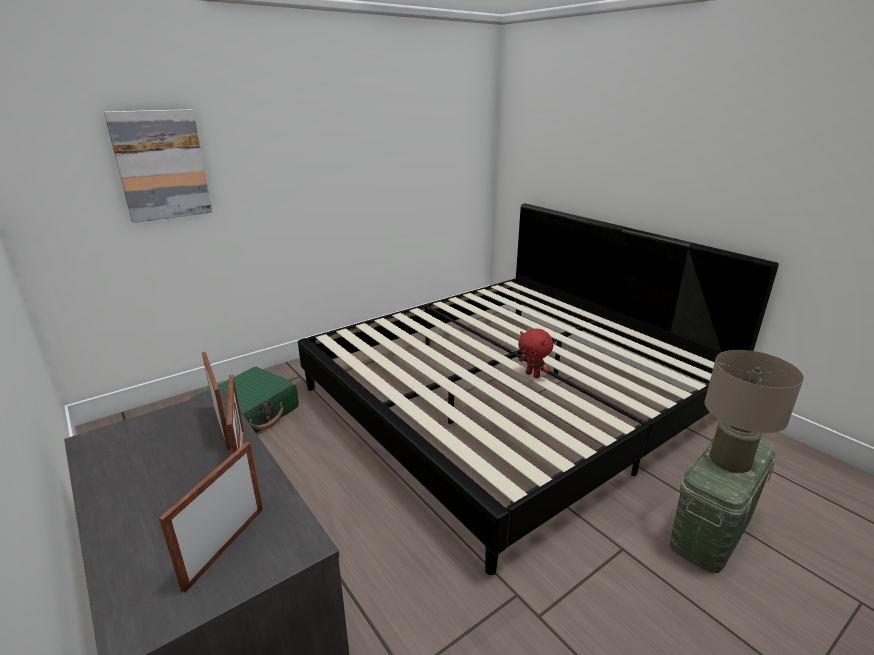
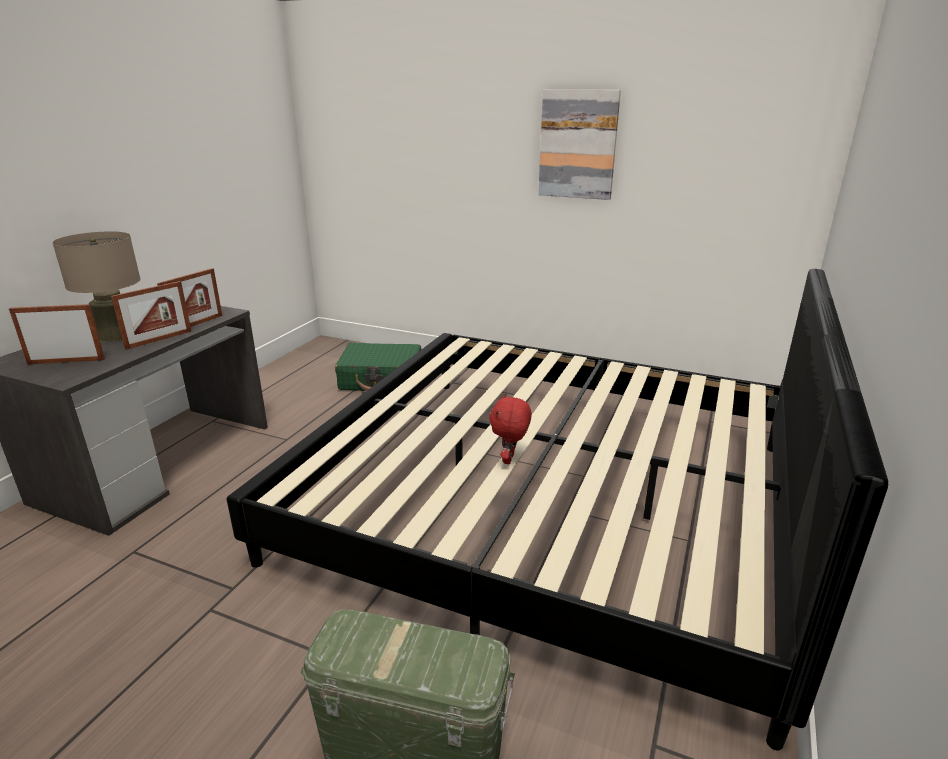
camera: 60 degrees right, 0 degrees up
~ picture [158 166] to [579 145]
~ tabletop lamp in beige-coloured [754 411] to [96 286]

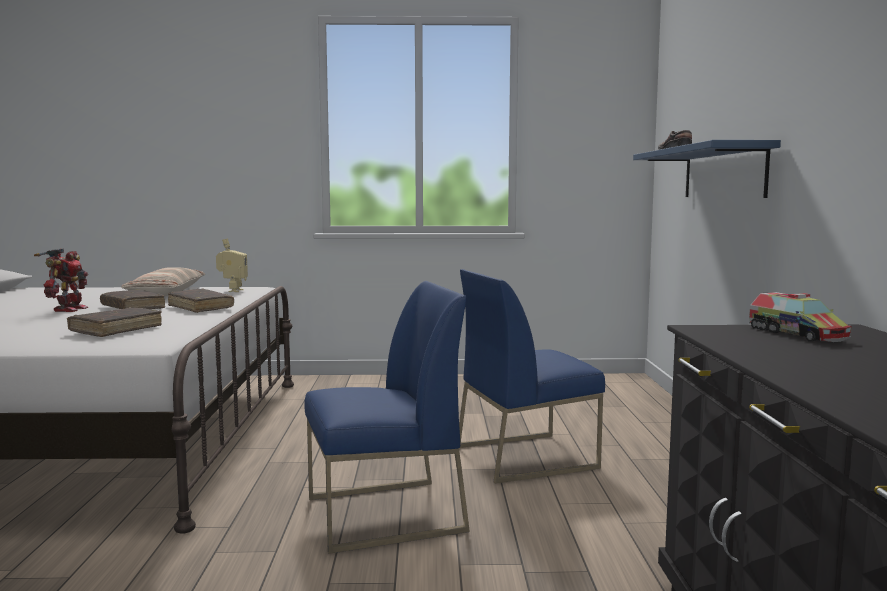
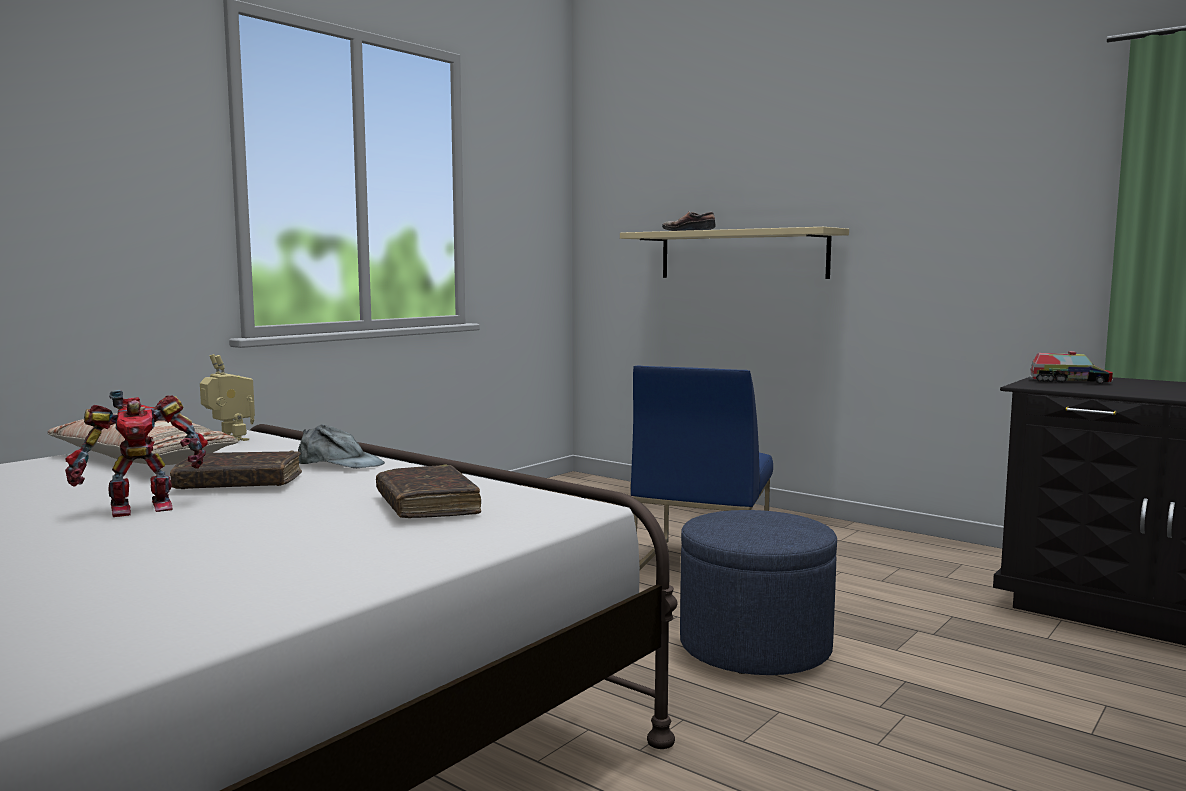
camera: 50 degrees left, 0 degrees up
~ volume in brown-coloured [201 300] to baseball cap in greyish [341 446]
~ chair in bluish [387 417] to ottoman in bluish [758 592]
~ shelf in bluish [707 169] to shelf in beige-coloured [734 253]
~ model robot [61 280] = [136 453] 105 degrees clockwise

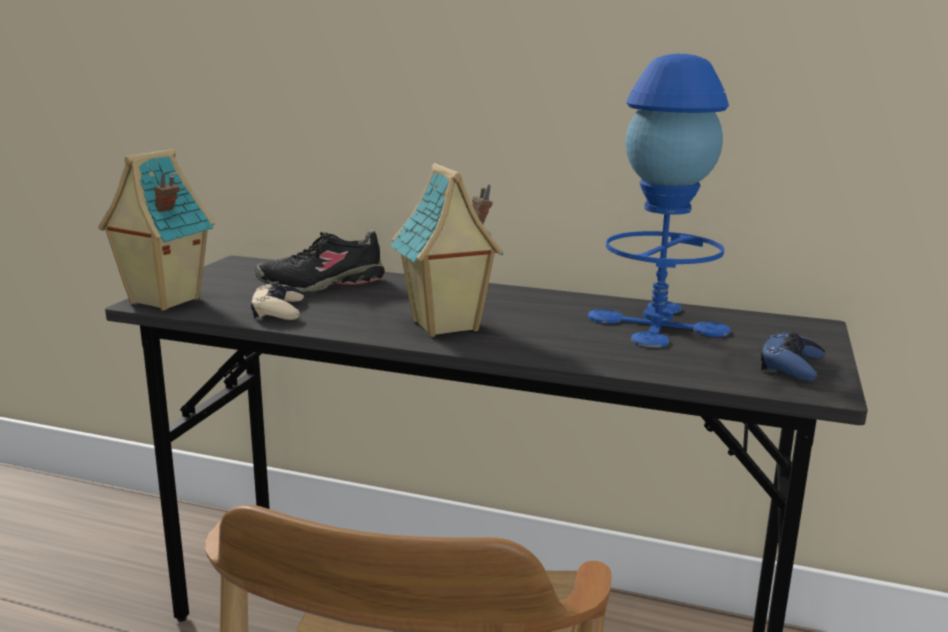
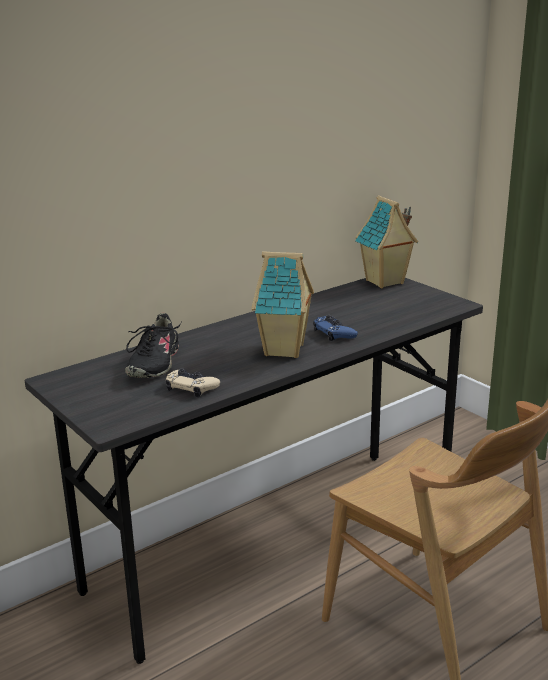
camera: 55 degrees left, 5 degrees up
- tabletop lamp in bluish [659 201]
~ toy house [156 230] to [386 241]
~ joypad in bluish [792 357] to [335 328]

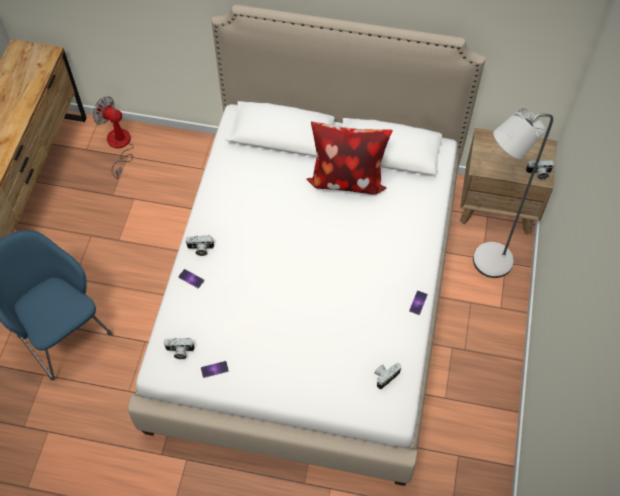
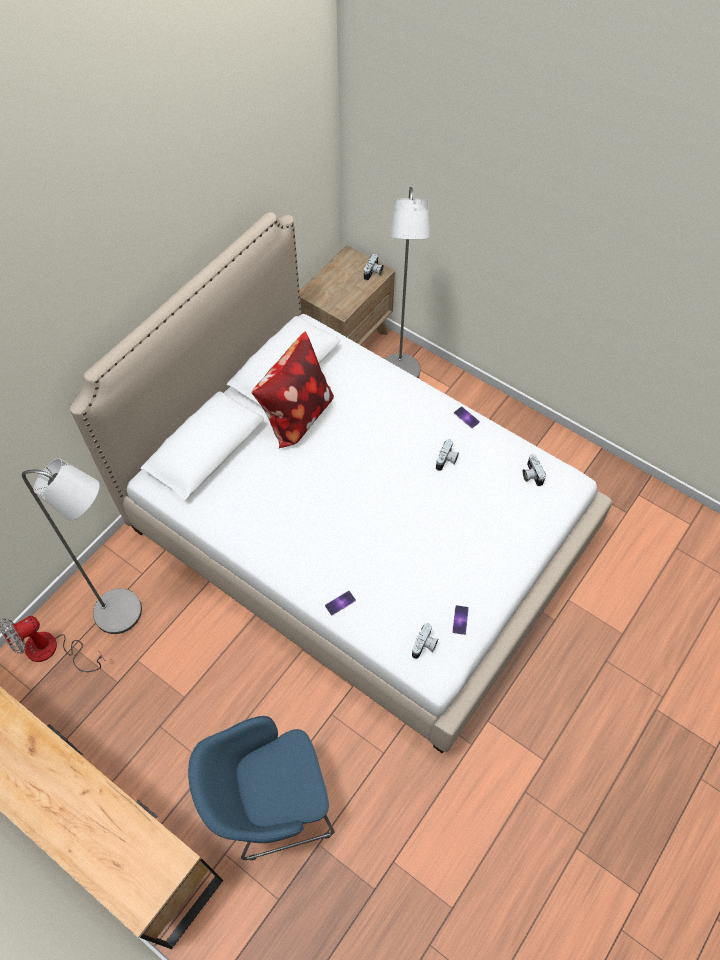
camera: 65 degrees left, 0 degrees up
+ floor lamp in greyish [82 546]
~ still camera [200 245] to [447 455]

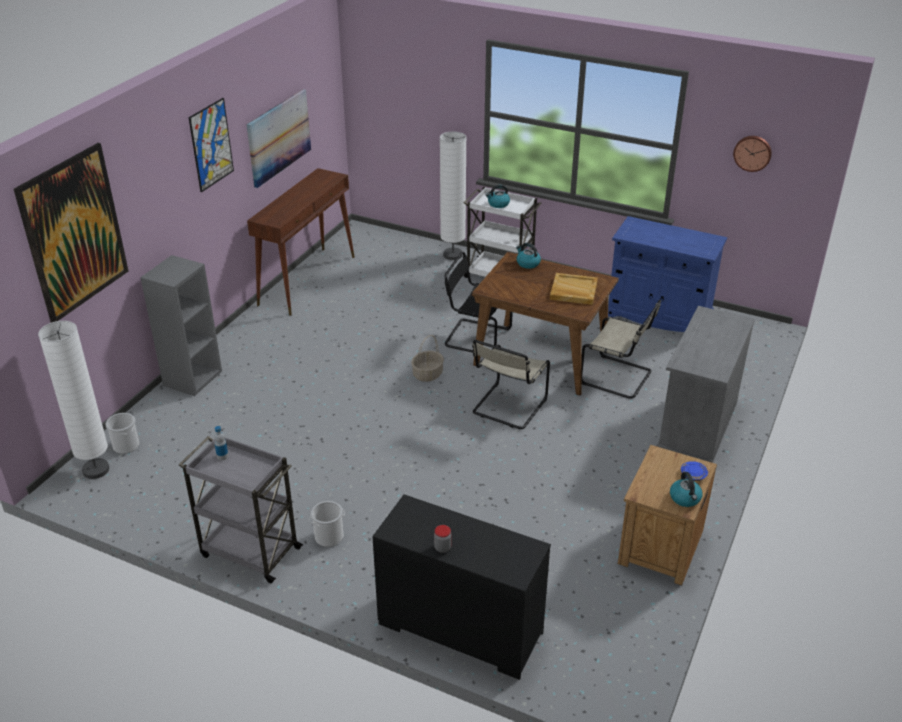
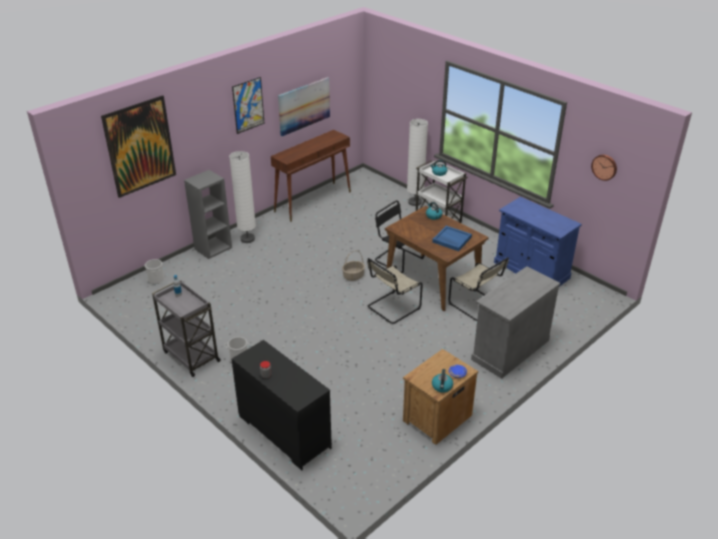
camera: 20 degrees right, 0 degrees up
~ floor lamp in white [73 400] to [242 197]
~ tray in beige-coloured [574 289] to tray in bluish [452 238]

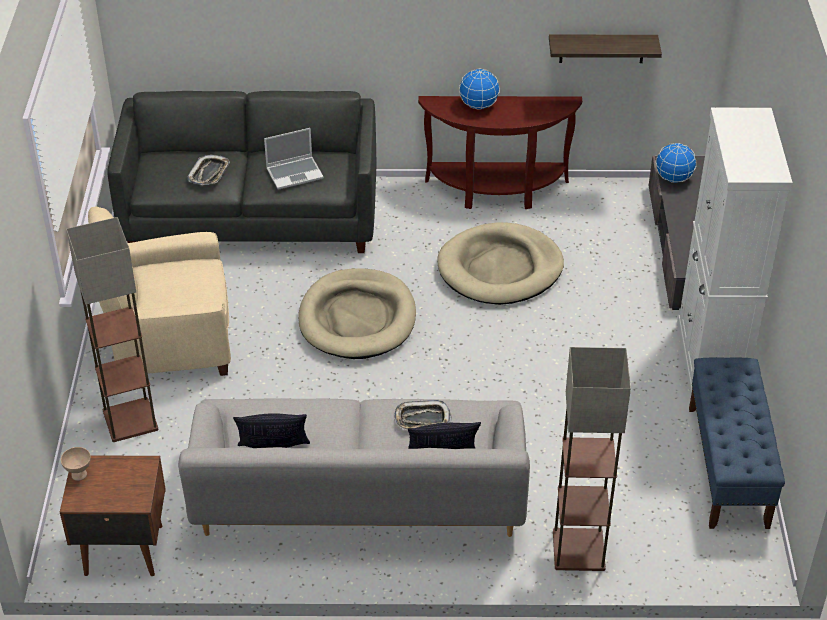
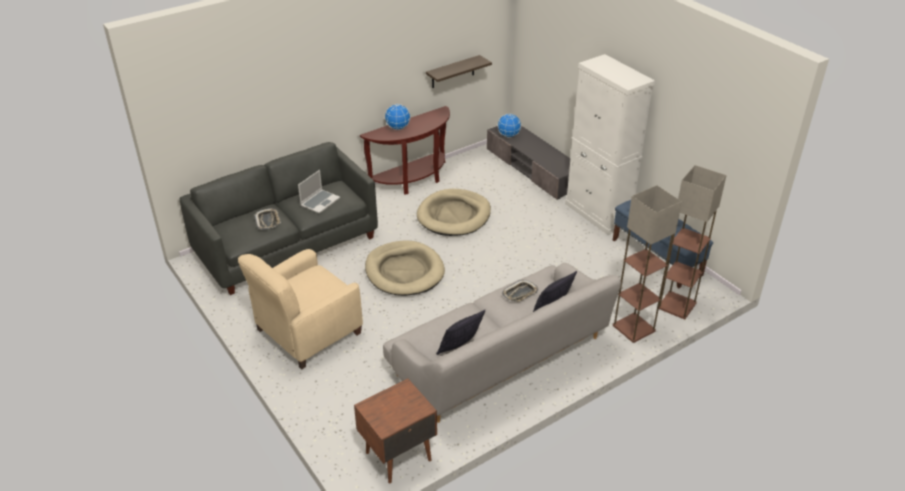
camera: 35 degrees left, 5 degrees down
- bowl in beige-coloured [76 464]
~ floor lamp [112 329] to [693 242]

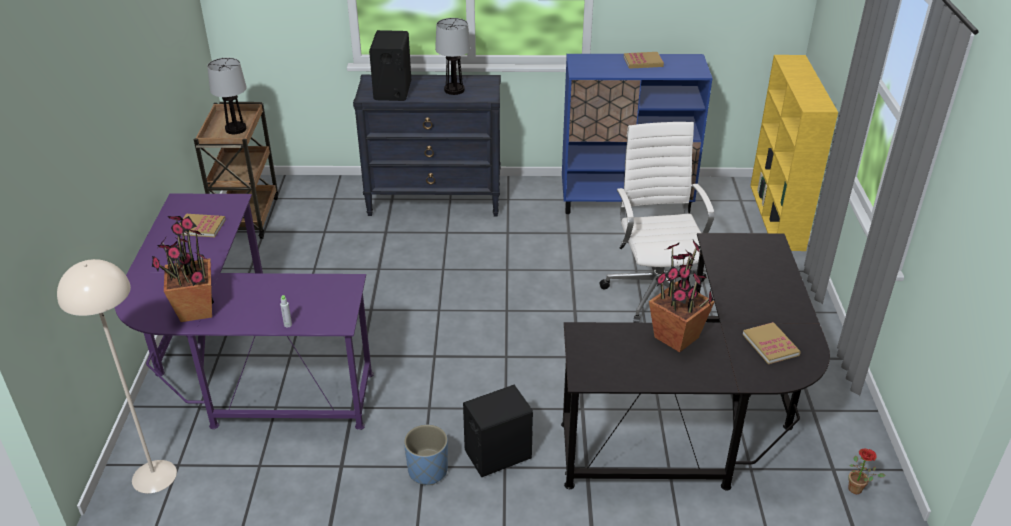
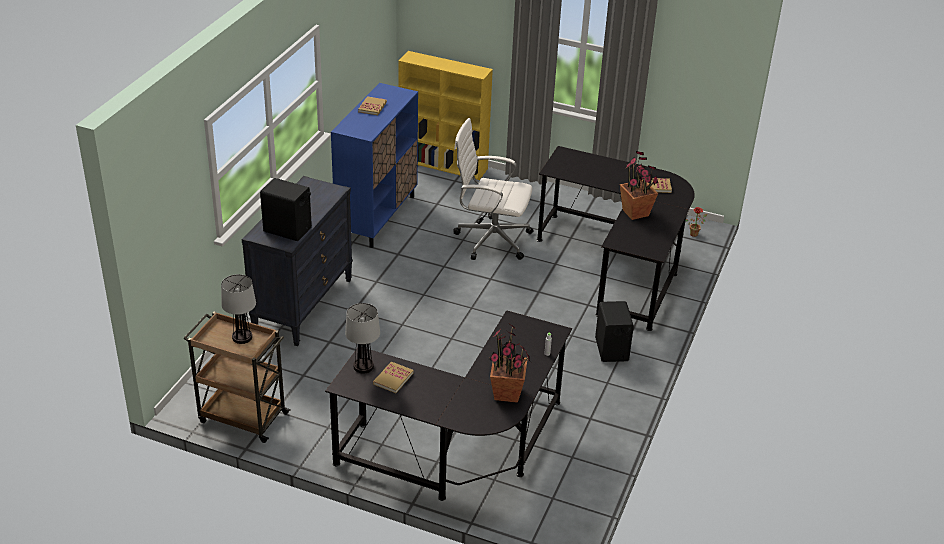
camera: 70 degrees left, 0 degrees up
- floor lamp in beige-coloured [117 376]
- plant pot in bluish [426 454]
~ tabletop lamp [453 56] to [362 338]
~ desk in purple [244 312] to desk in black [448 405]

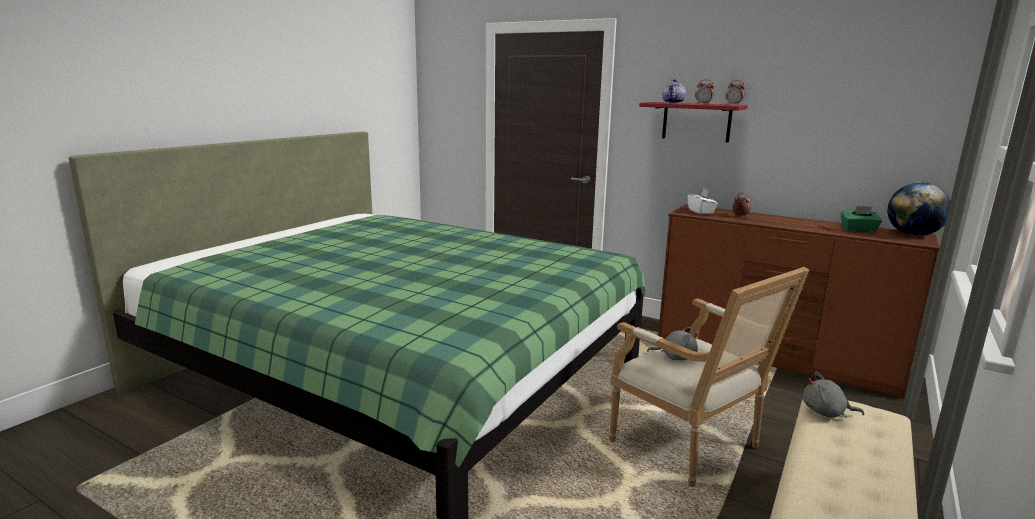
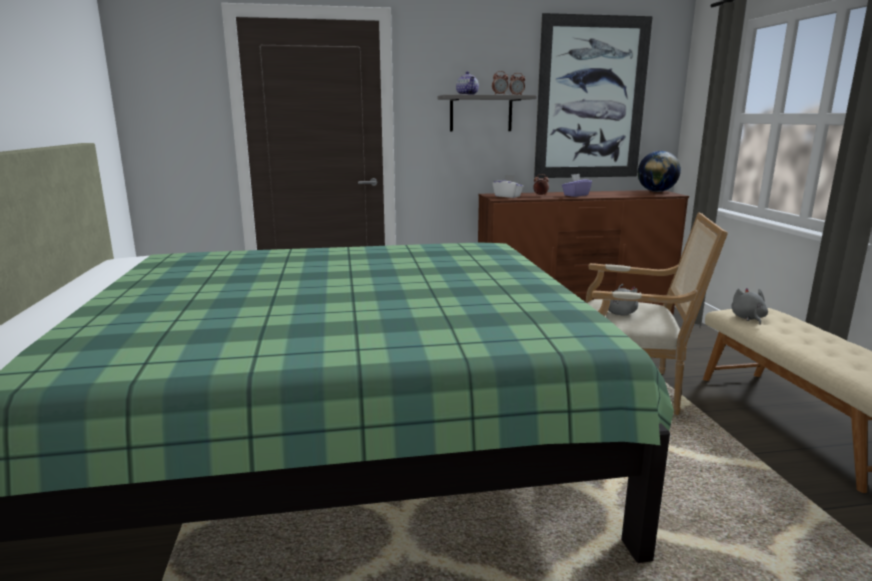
camera: 40 degrees left, 0 degrees up
- tissue box in greenish [861 219]
+ picture [593 95]
+ tissue box in purple [577 185]
~ shelf in red-coloured [693 122] to shelf in greyish [487 113]
~ soft toy in greyish [833 395] = [749 306] 120 degrees clockwise

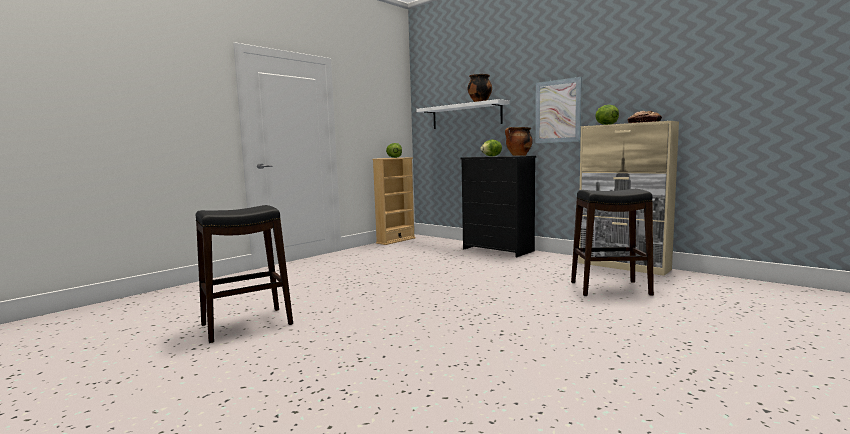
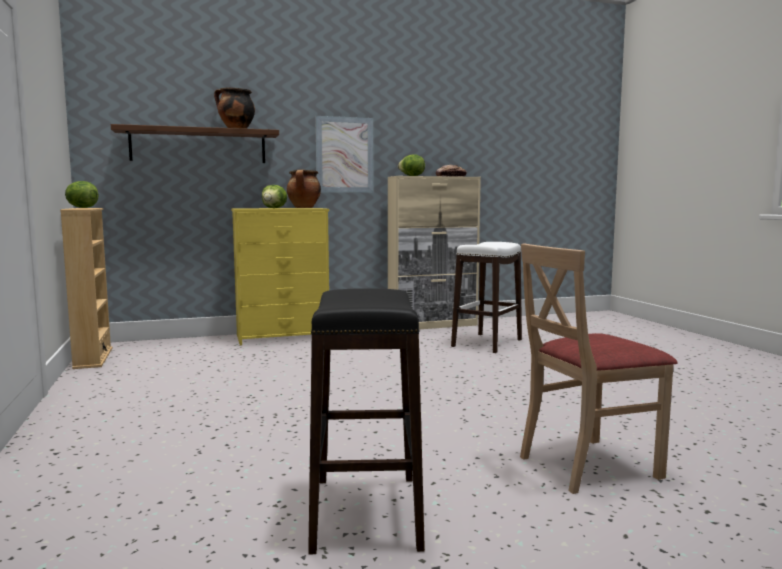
camera: 60 degrees left, 0 degrees up
+ chair in beige-coloured [599 368]
~ shelf in white [463 114] to shelf in brown-coloured [195 143]
~ chest of drawers in black [498 206] to chest of drawers in yellow [280 276]
~ sitting stool in black [612 242] to sitting stool in white [486 297]

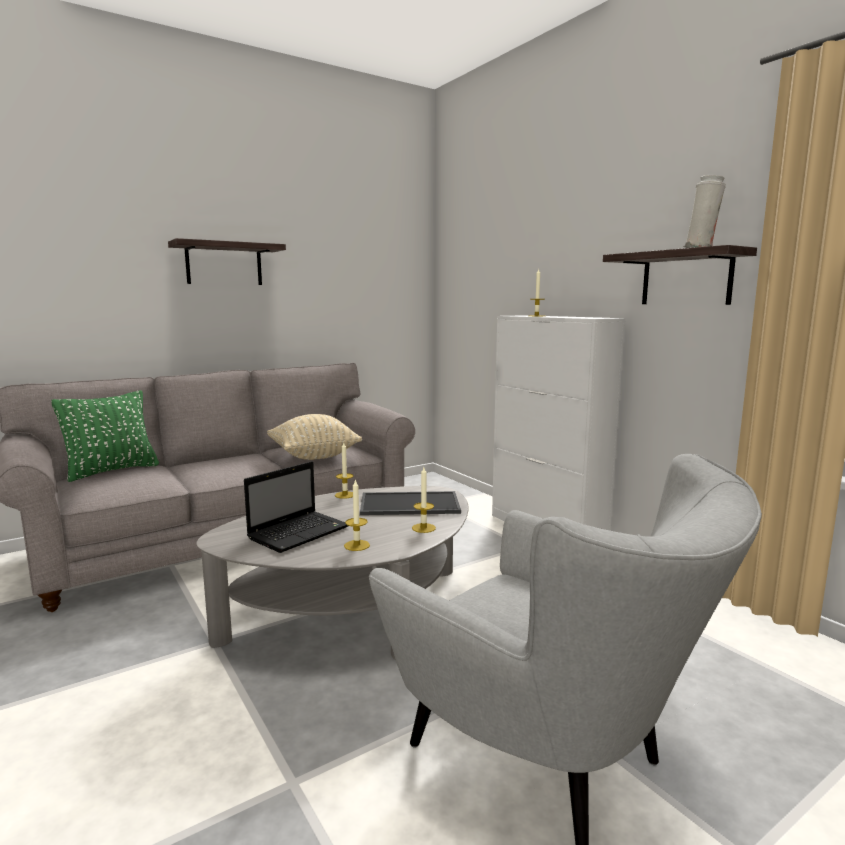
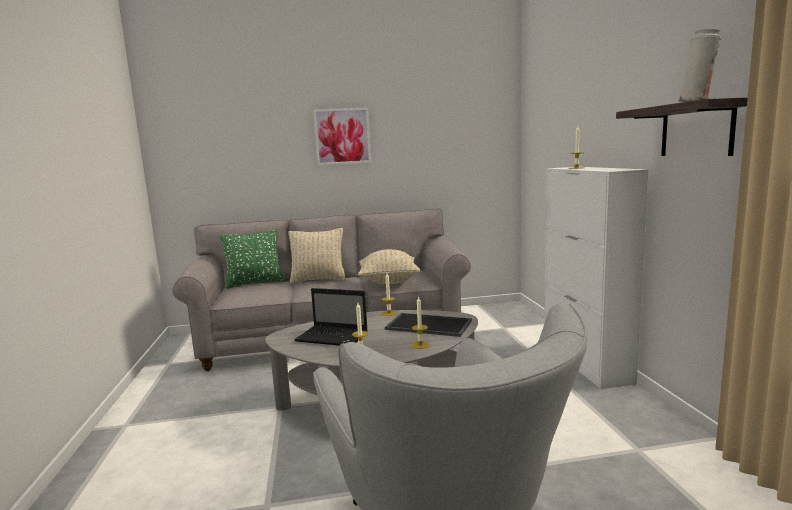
camera: 25 degrees right, 0 degrees up
+ pillow in beige-coloured [317 256]
~ shelf [227 261] to picture [342 136]
~ notebook computer [296 507] = [331 317] 45 degrees clockwise

